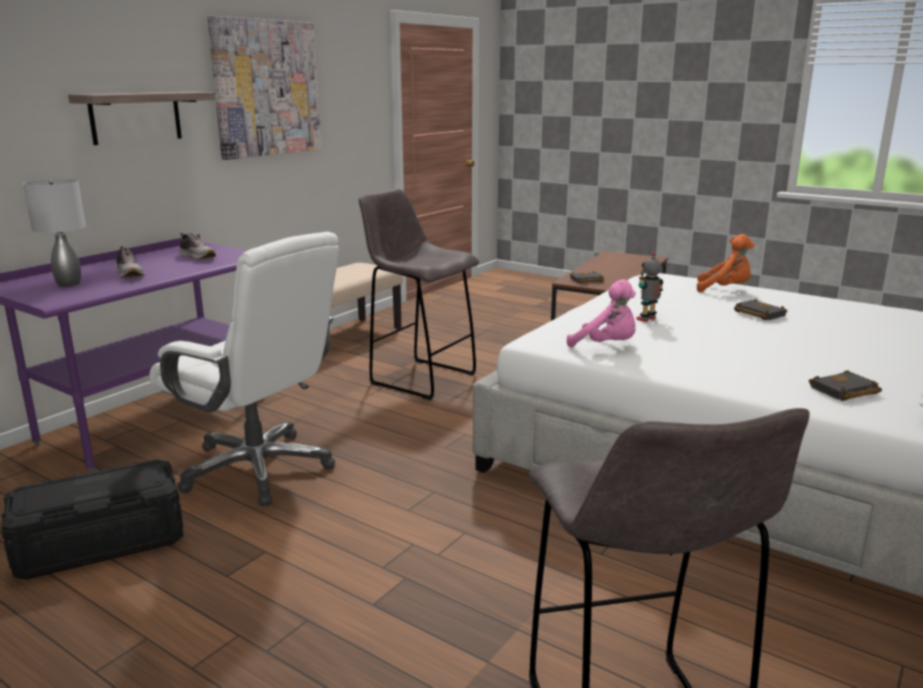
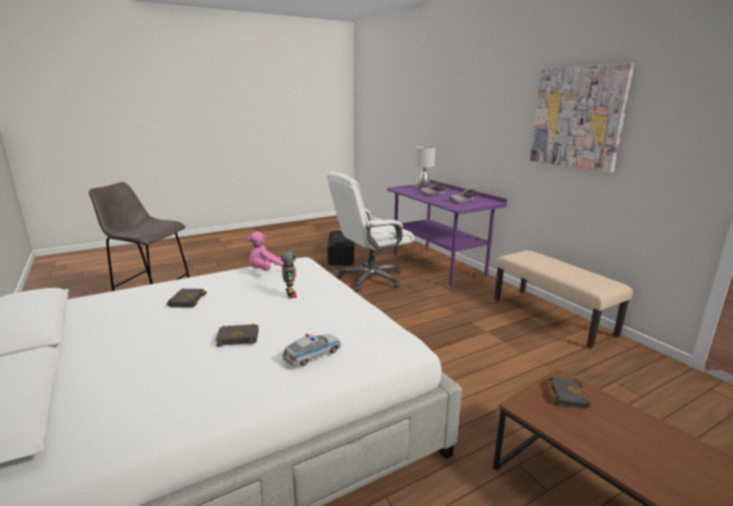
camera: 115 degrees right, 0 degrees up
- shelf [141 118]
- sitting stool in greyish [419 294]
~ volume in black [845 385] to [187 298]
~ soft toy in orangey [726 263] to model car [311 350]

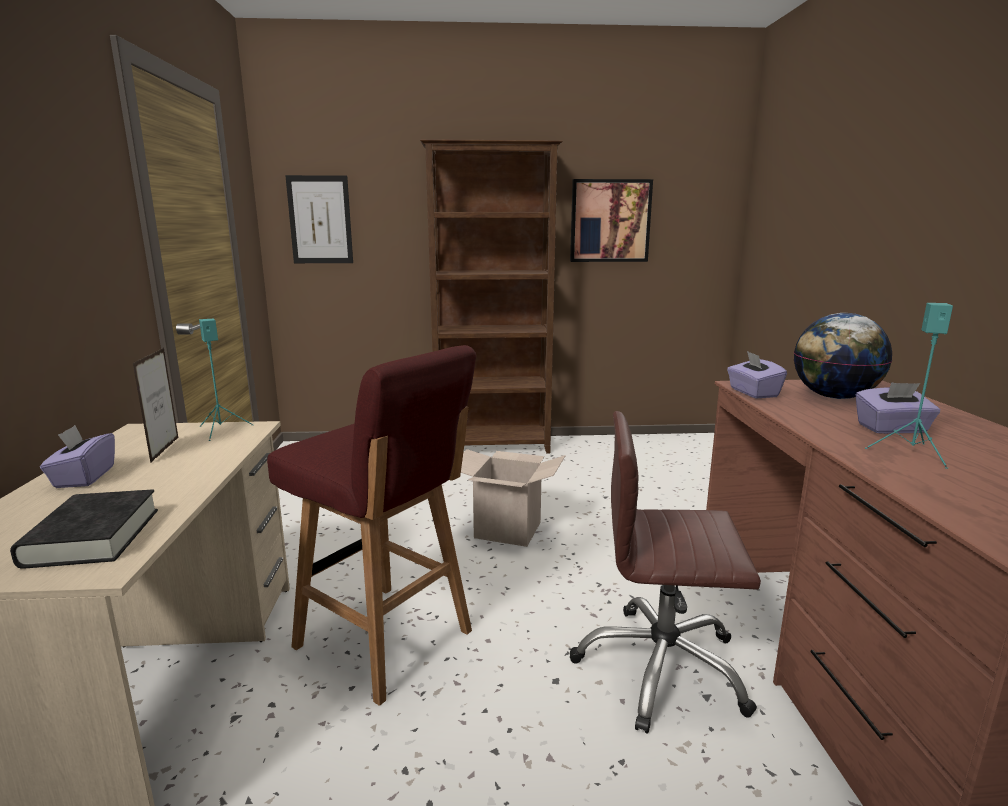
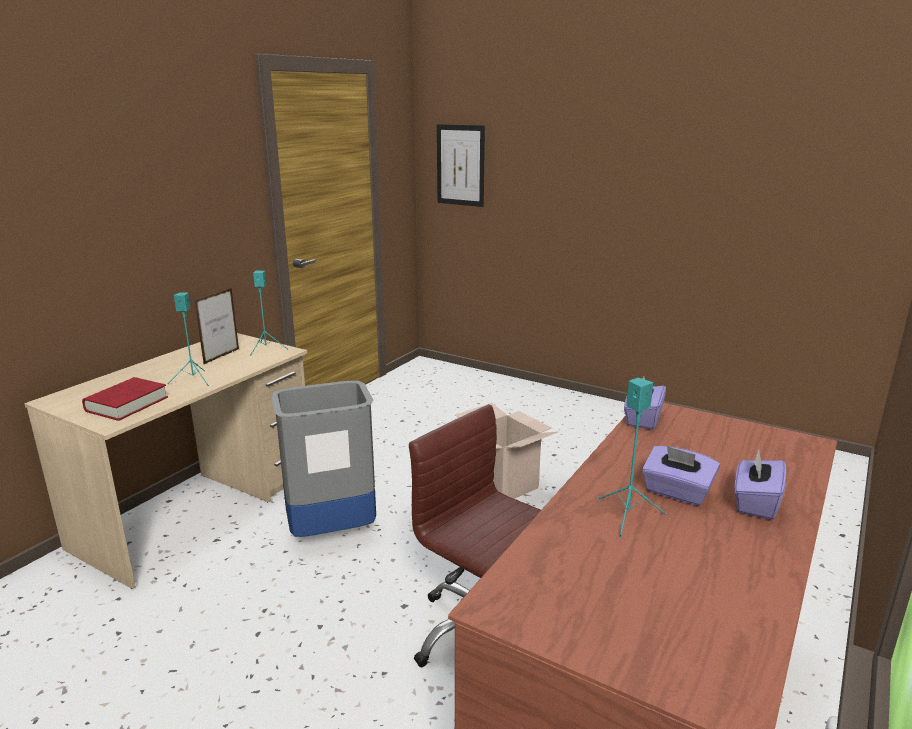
camera: 35 degrees right, 5 degrees up
- bookshelf in brown-coloured [491 296]
- picture [611 220]
- globe [843 356]
+ speaker in turquoise [188 339]
~ tissue box in purple [77 456] to [760 484]
~ sitting stool in red-coloured [371 525] to waste bin in greyish [323 459]
~ volume in black [84 529] to volume in red-coloured [125 399]

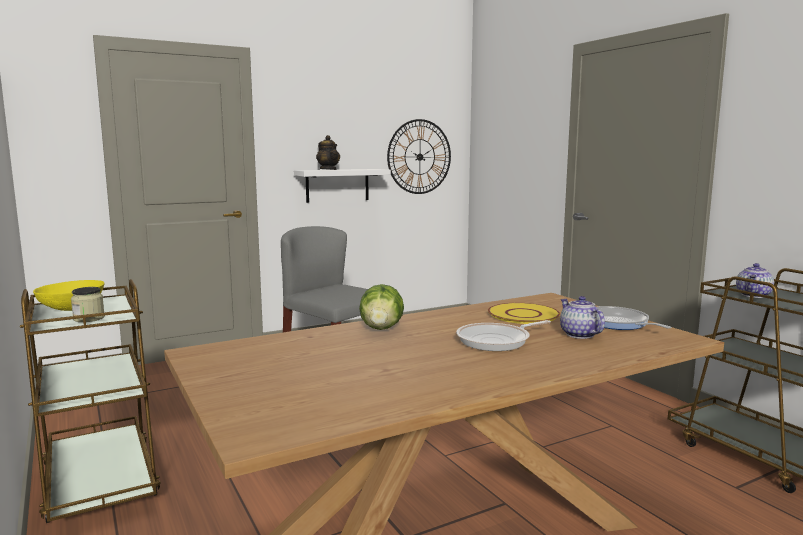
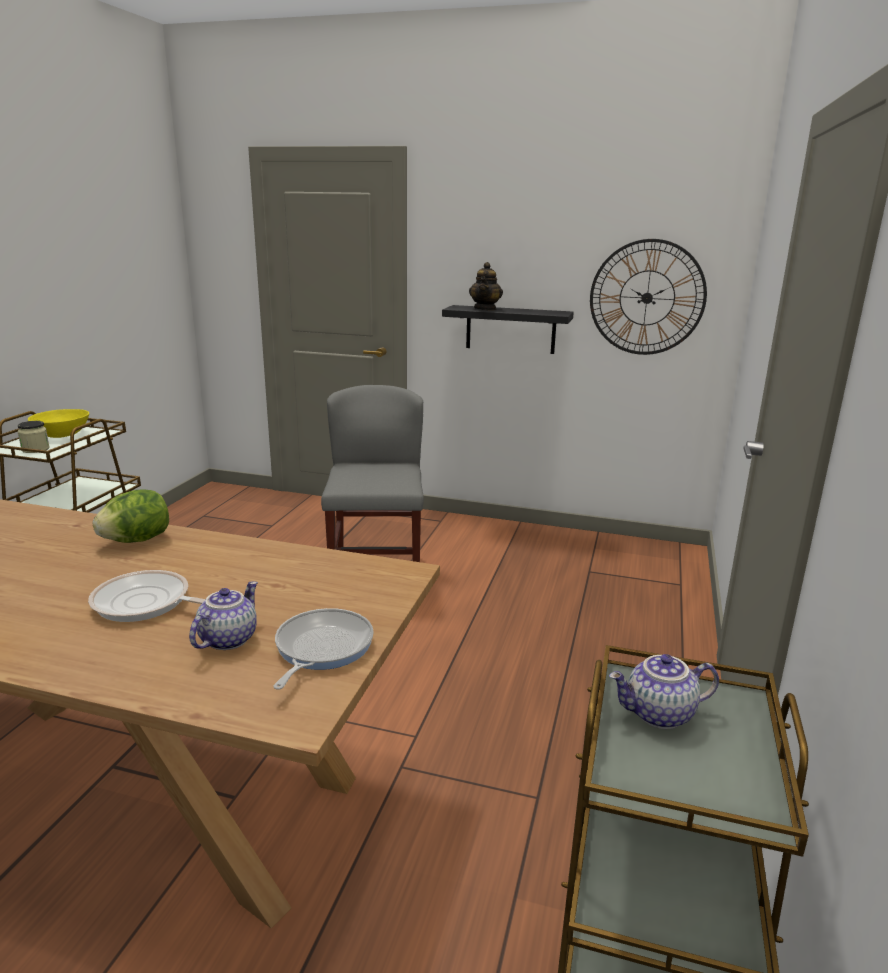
camera: 45 degrees right, 10 degrees up
- dinner plate in yellow [524 313]
~ shelf in white [342 186] to shelf in black [508 329]

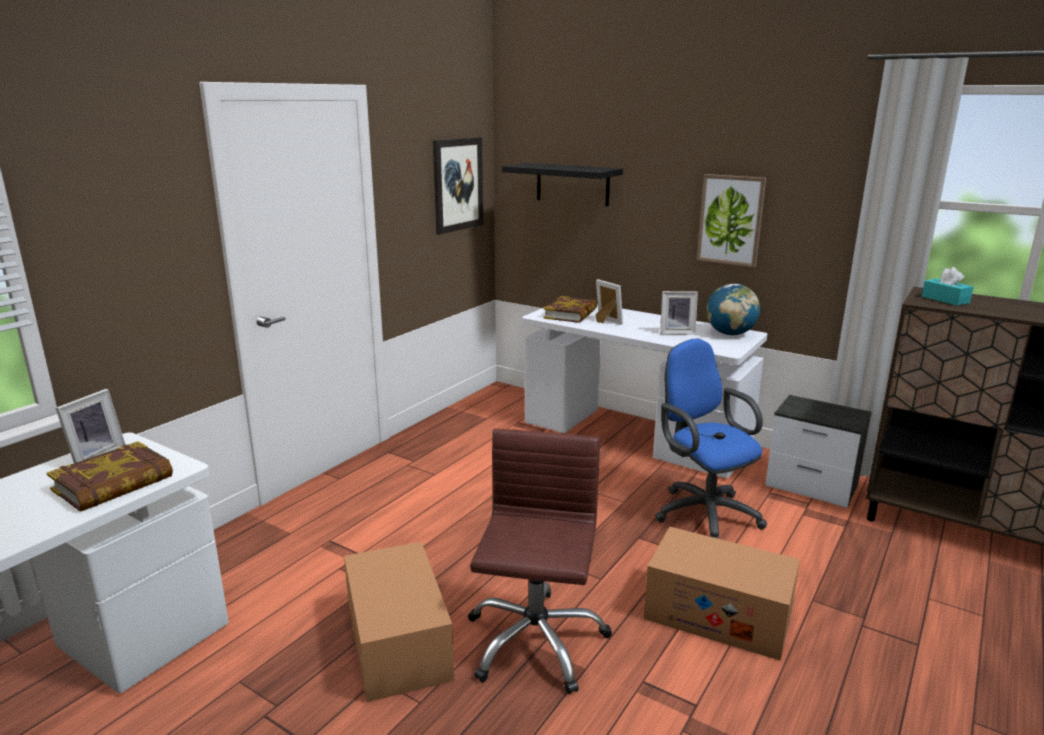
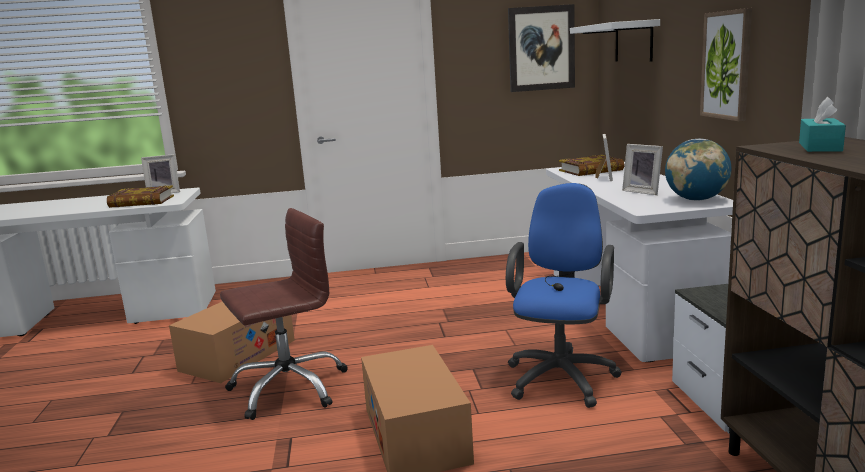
camera: 50 degrees right, 5 degrees down
~ shelf in black [562 184] to shelf in white [615 40]

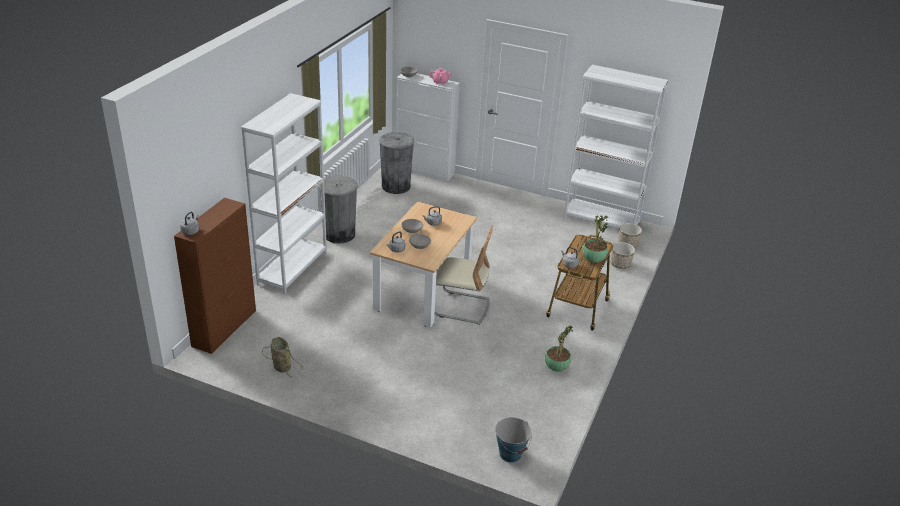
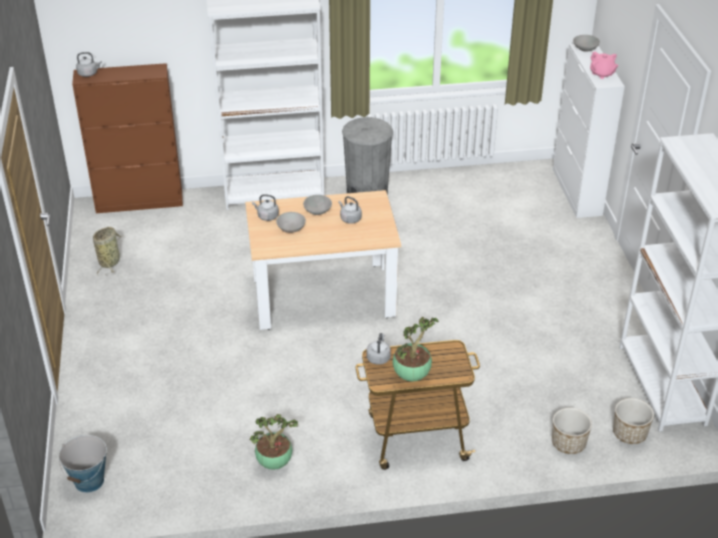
camera: 60 degrees right, 5 degrees up
- waste bin in greyish [396 163]
- chair in beige-coloured [464 275]

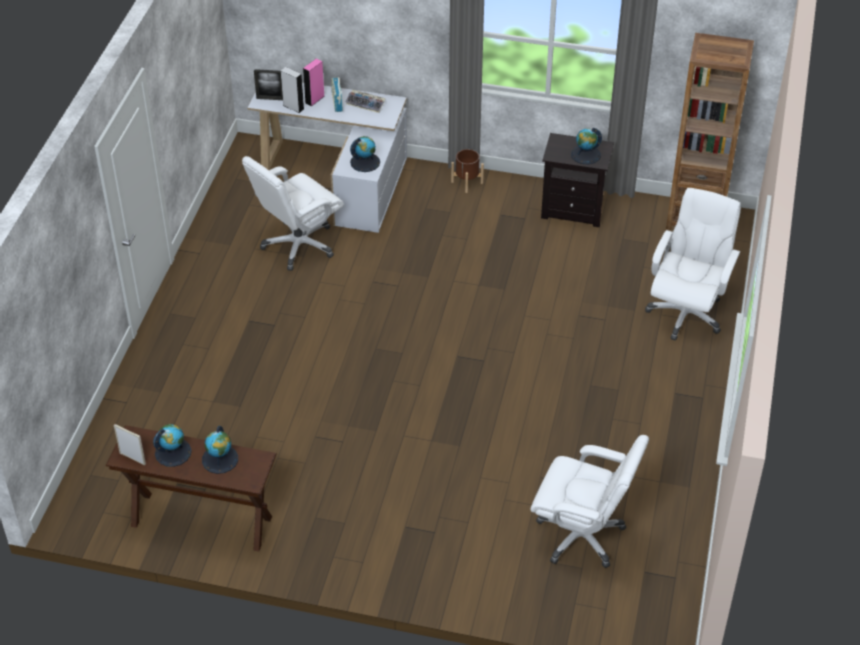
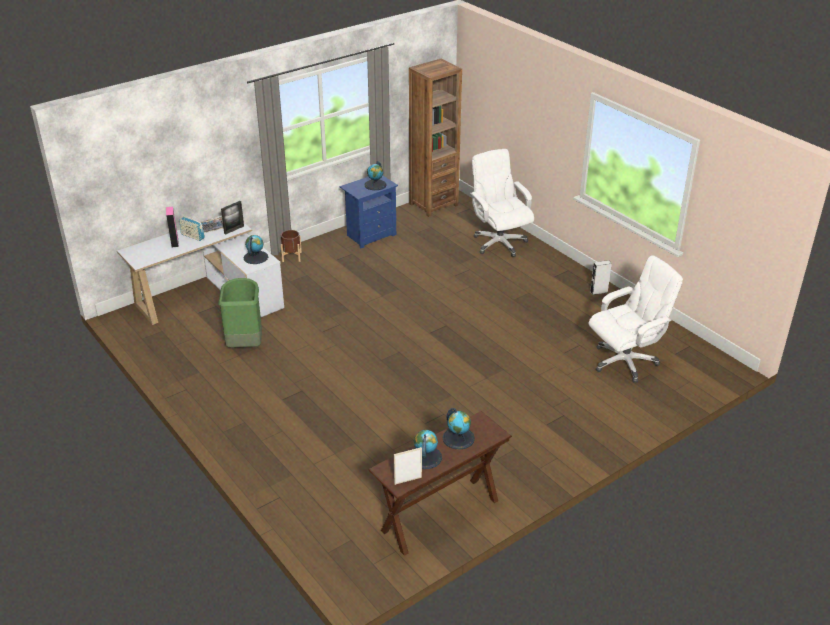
camera: 50 degrees left, 10 degrees down
~ picture frame [268 84] to [232 218]
~ speaker in greyish [292 90] to [601 277]
~ computer chair in white [293 213] to waste bin in greenish [240 313]
~ nightstand in black [577 180] to nightstand in bluish [369 212]

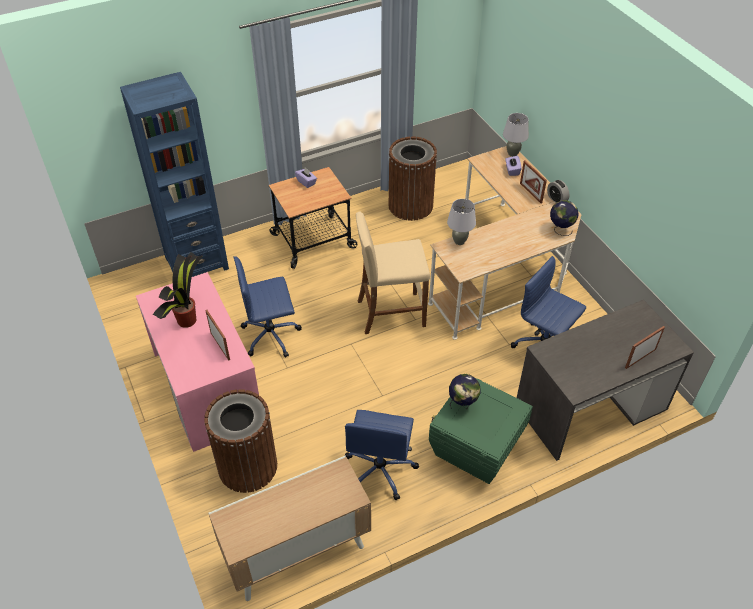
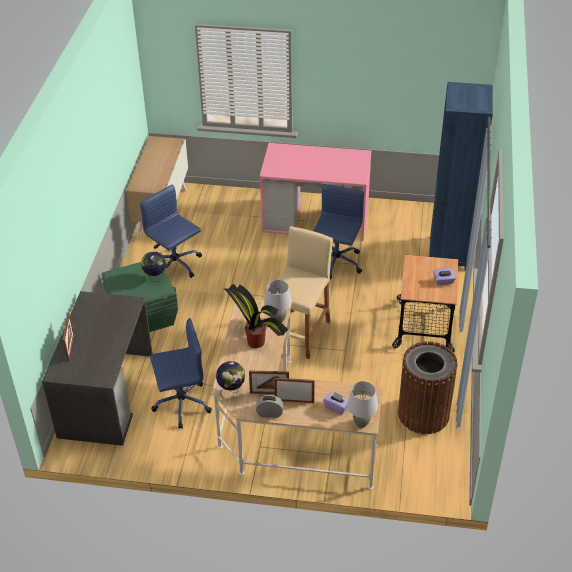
camera: 125 degrees right, 5 degrees down
- waste bin in brown-coloured [240 441]
~ plant in a pot [177 290] to [255 316]
~ picture frame [217 335] to [269 382]

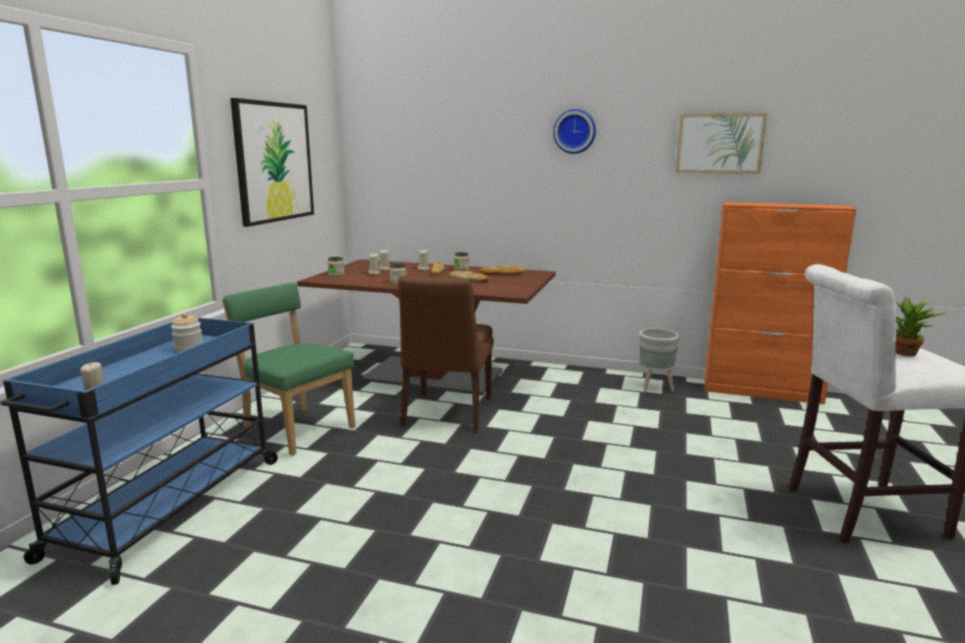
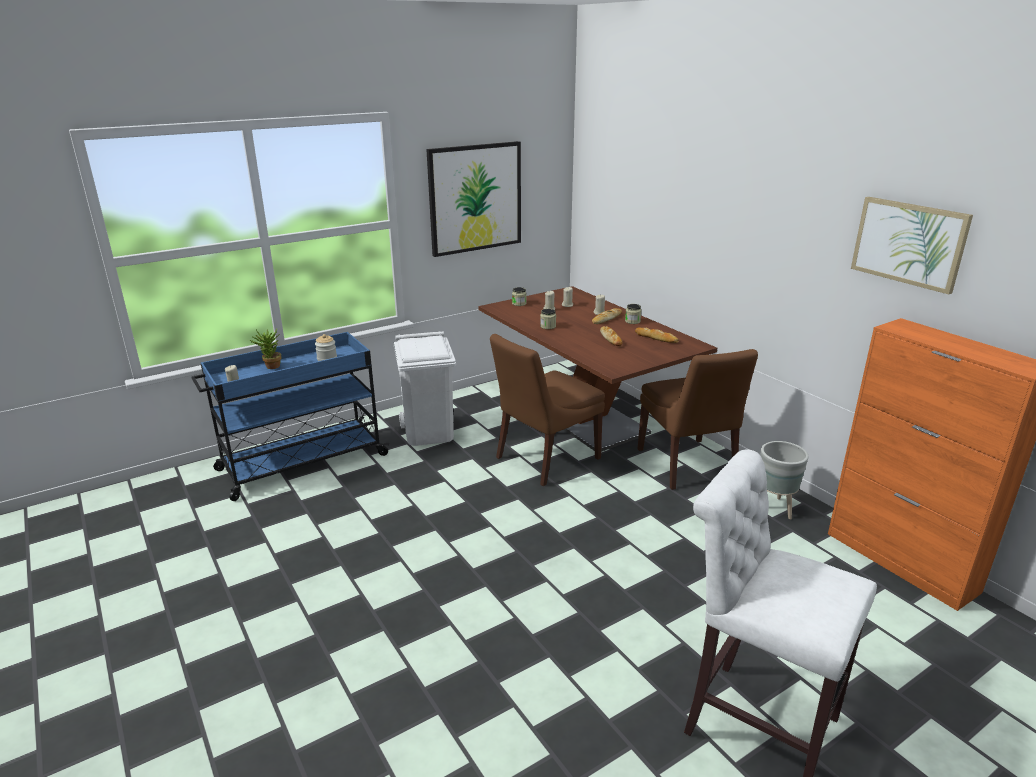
camera: 40 degrees right, 10 degrees up
- wall clock [574 131]
+ chair in brown-coloured [698 419]
~ plant in a pot [921 326] to [265 349]
~ chair in greenish [288 369] to waste bin in white [424 388]

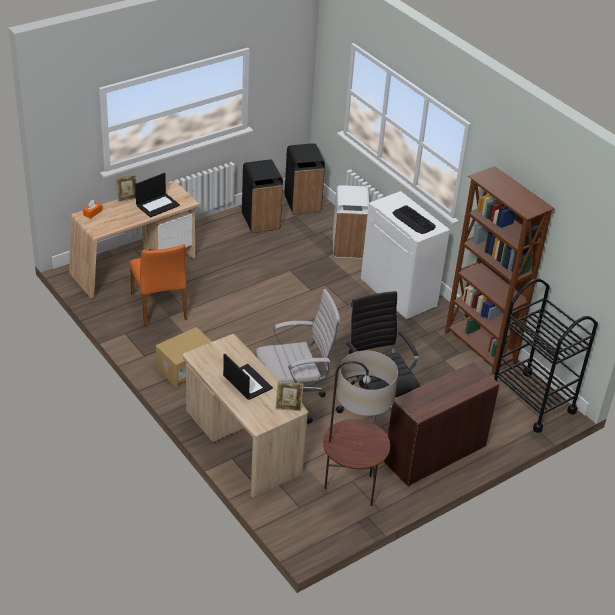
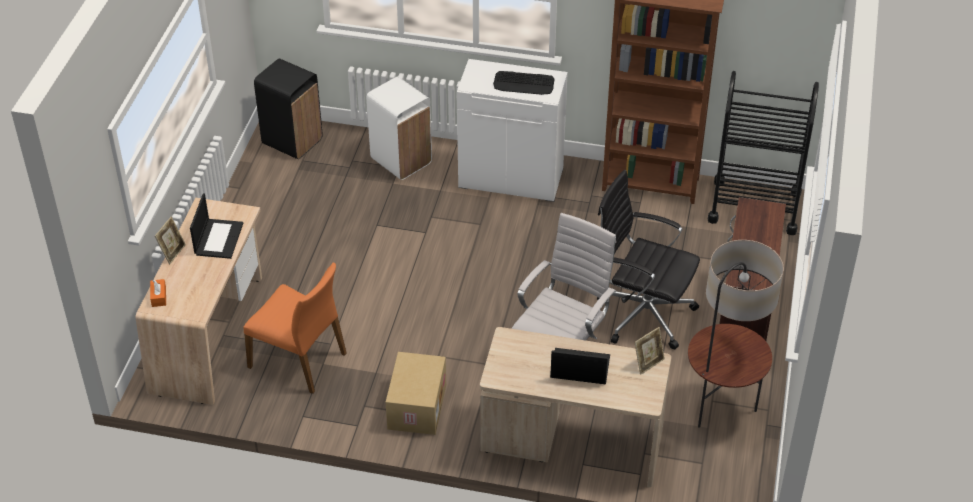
camera: 40 degrees left, 5 degrees up
- waste bin in black [262 196]

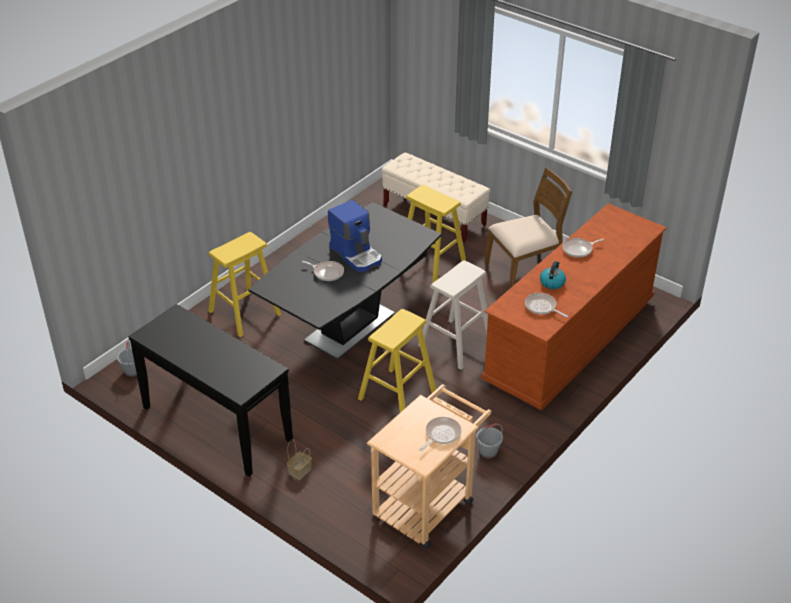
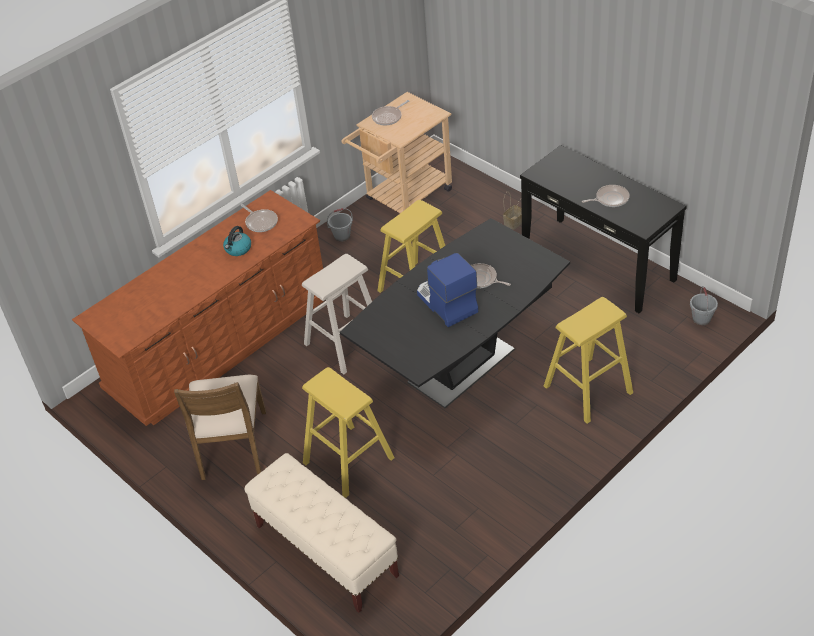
camera: 170 degrees left, 5 degrees up
~ pan [583 248] to [606 196]
~ chair in brown-coloured [528 228] = [220 427] 75 degrees counterclockwise

